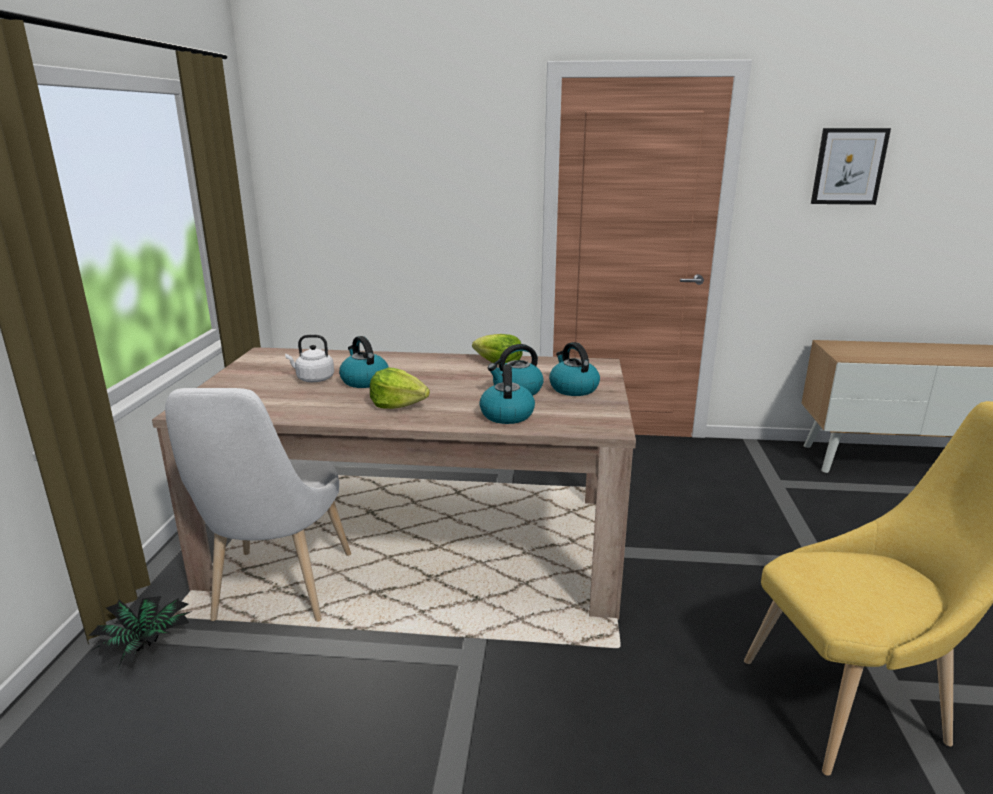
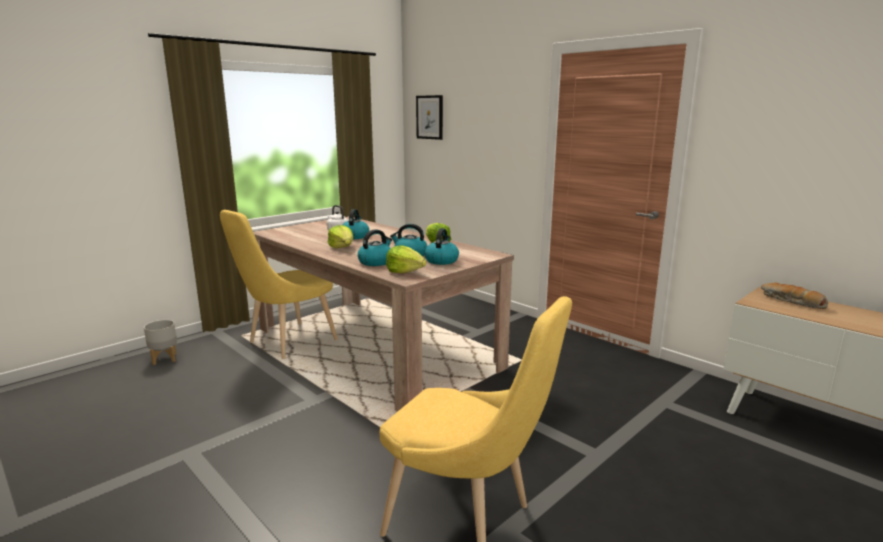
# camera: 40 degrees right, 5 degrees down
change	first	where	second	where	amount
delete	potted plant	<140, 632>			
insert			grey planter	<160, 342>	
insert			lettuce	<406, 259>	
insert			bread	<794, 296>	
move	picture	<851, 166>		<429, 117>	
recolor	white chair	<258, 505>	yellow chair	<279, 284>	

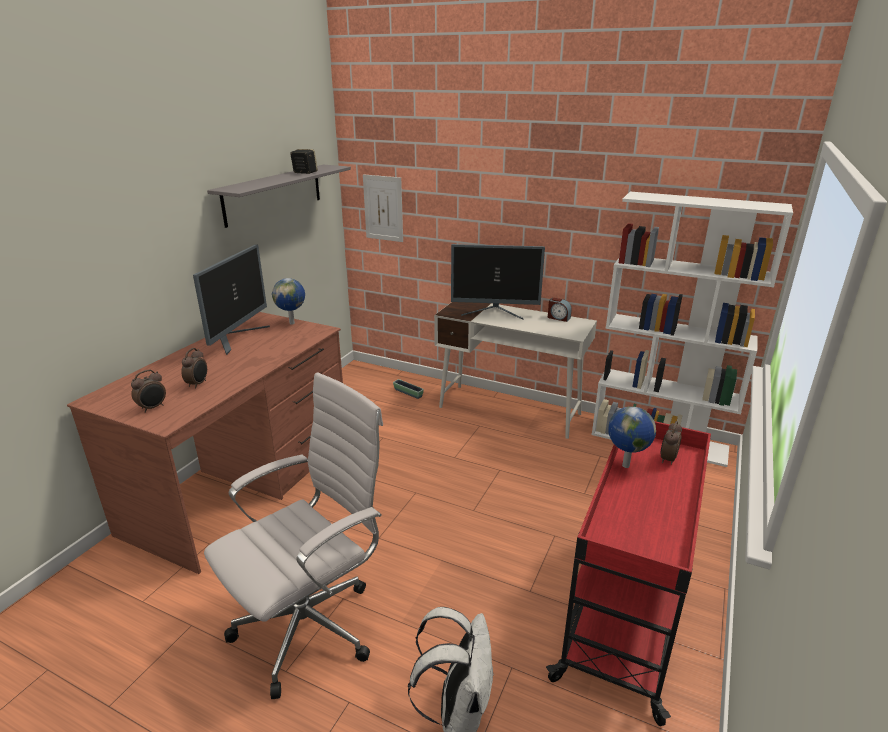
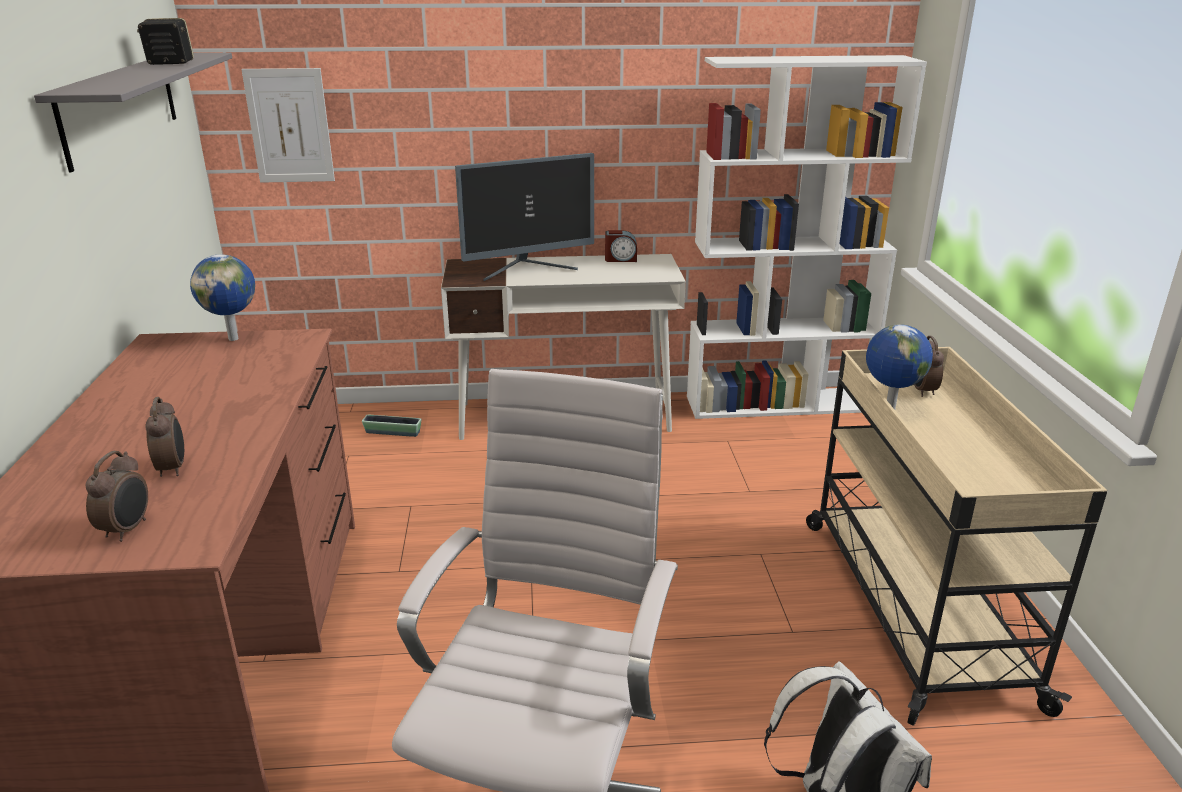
# camera: 30 degrees left, 0 degrees up
change	first	where	second	where	amount
delete	monitor	<231, 299>			
recolor	red cart	<628, 573>	beige cart	<956, 536>	

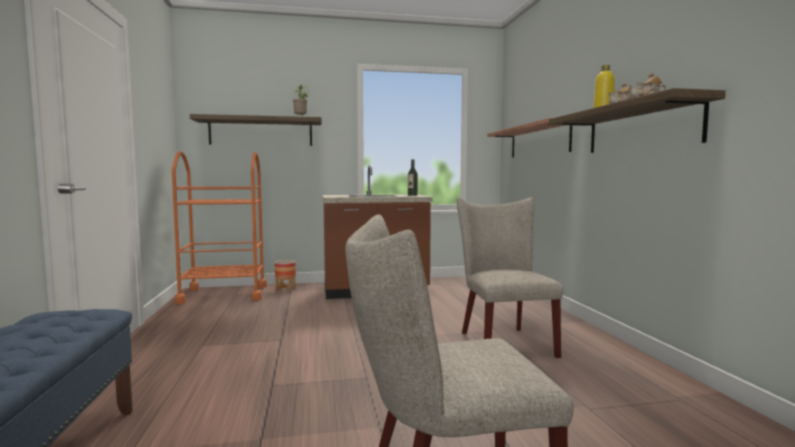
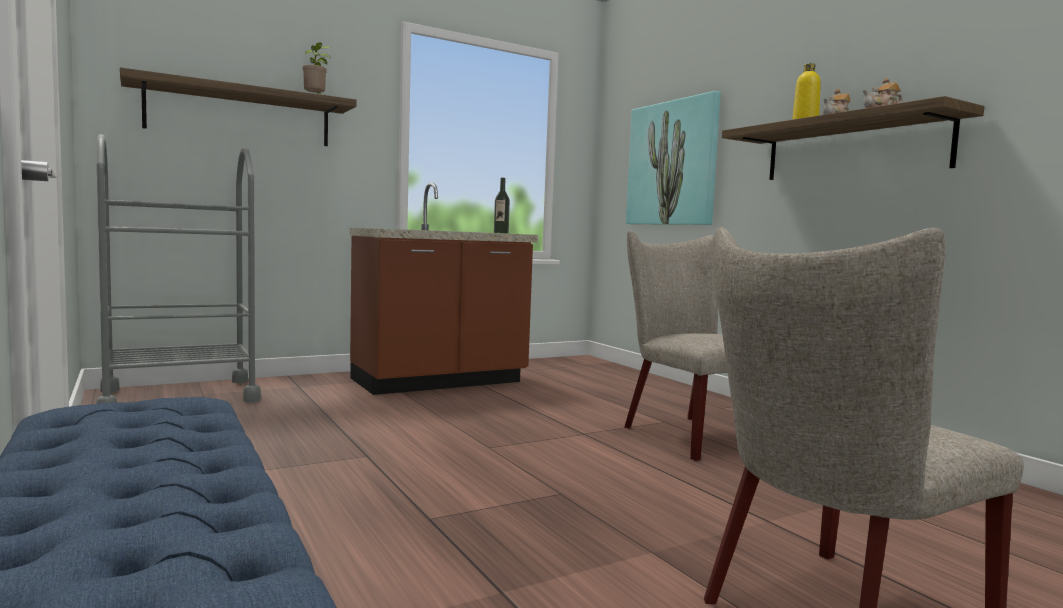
# camera: 20 degrees left, 0 degrees up
change	first	where	second	where	amount
delete	planter	<285, 275>			
replace	shelf	<529, 138>	picture	<673, 158>	
recolor	orange cart	<219, 227>	grey cart	<178, 269>	

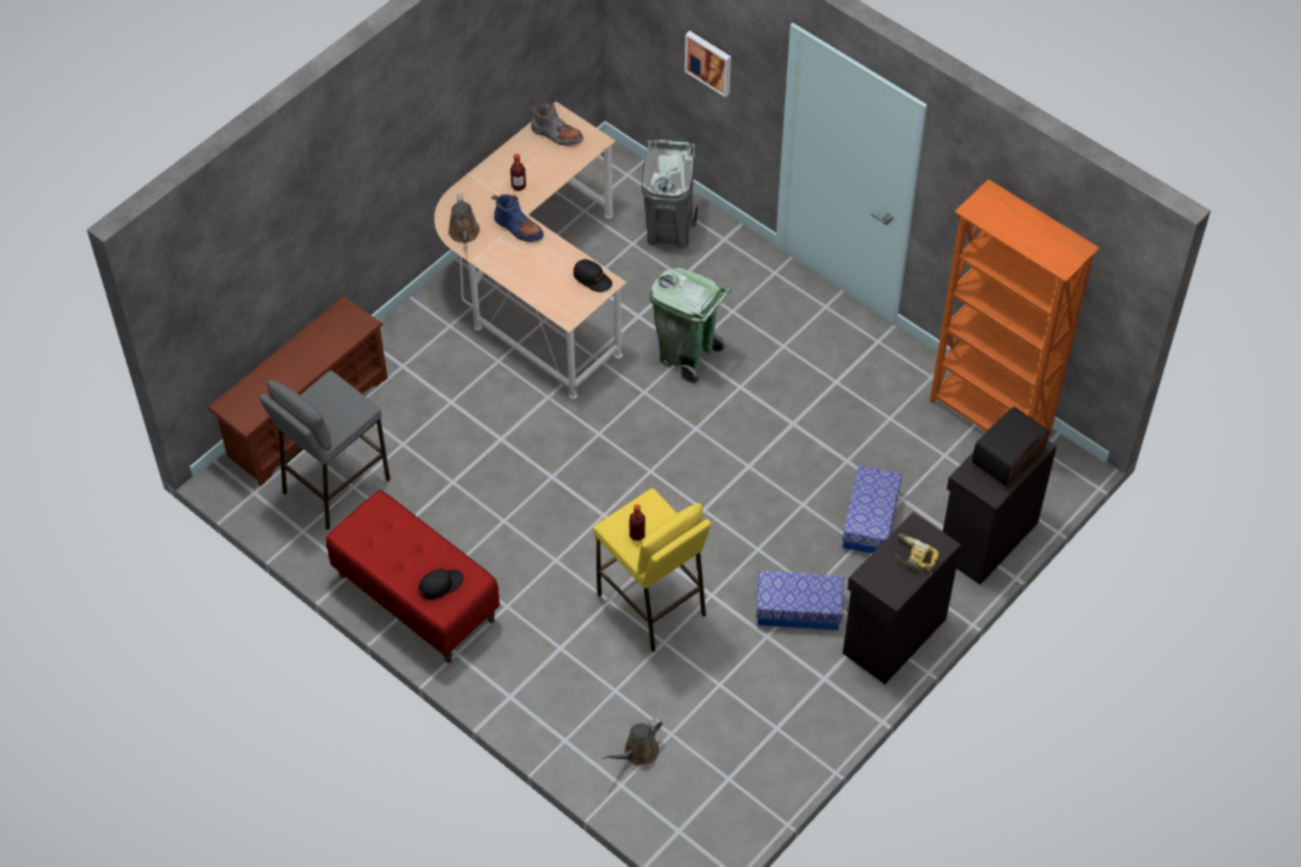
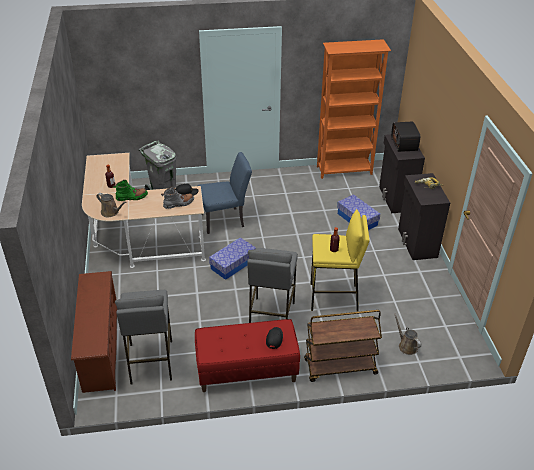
# camera: 50 degrees left, 15 degrees down
change	first	where	second	where	amount
delete	picture	<708, 64>			
insert			grey stool	<272, 285>	
insert			brown cart	<343, 346>	
move	grey boot	<555, 124>		<177, 197>	
move	storage box	<800, 600>		<232, 259>	
replace	green trash can	<691, 326>	blue chair	<224, 193>	
recolor	blue boot	<518, 218>	green boot	<130, 190>	
rotate	brown watering can	<632, 741>		<407, 334>	150 degrees clockwise

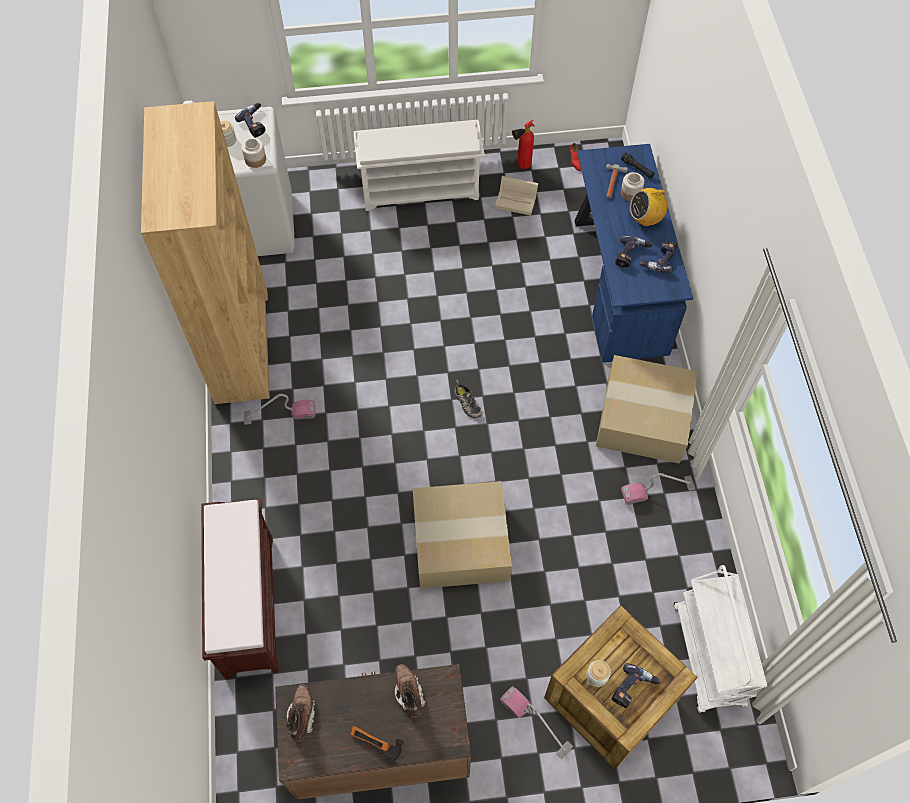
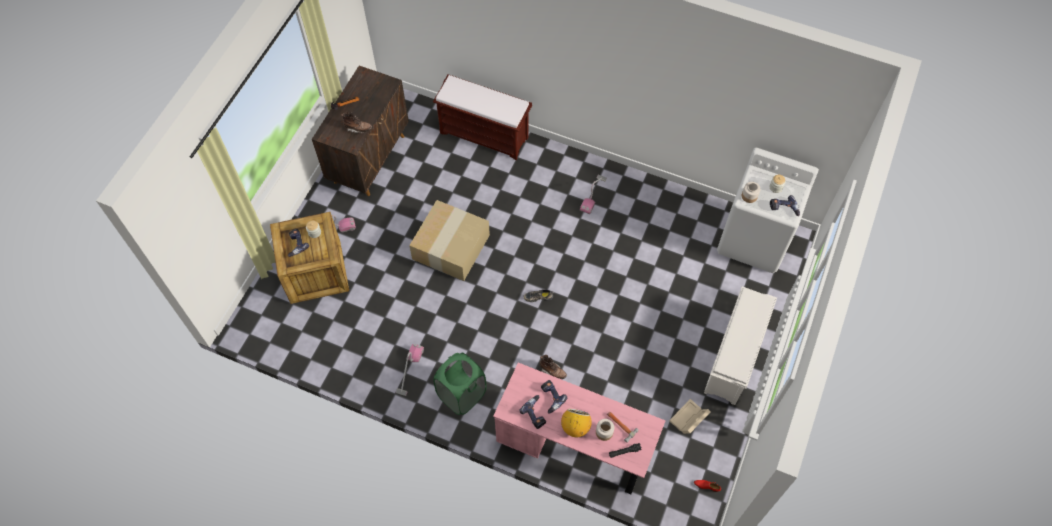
# camera: 120 degrees right, 0 degrees up
change	first	where	second	where	amount
delete	brown bookcase	<205, 252>			
delete	fire extinguisher	<523, 144>			
delete	white cart	<720, 639>			
move	brown boot	<300, 713>		<553, 367>	
replace	cardboard box	<647, 409>	green laundry basket	<460, 384>	
recolor	blue desk	<633, 253>	pink desk	<579, 428>	

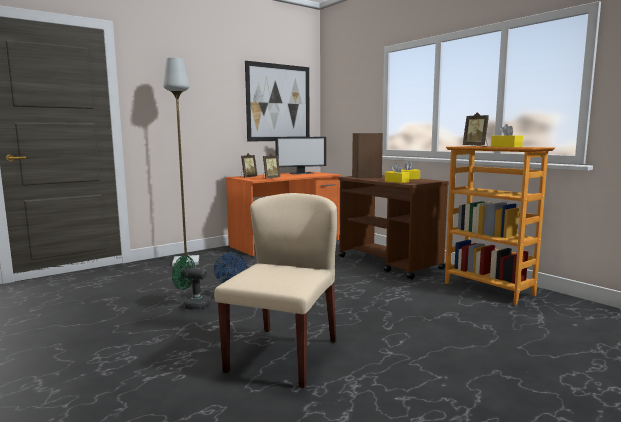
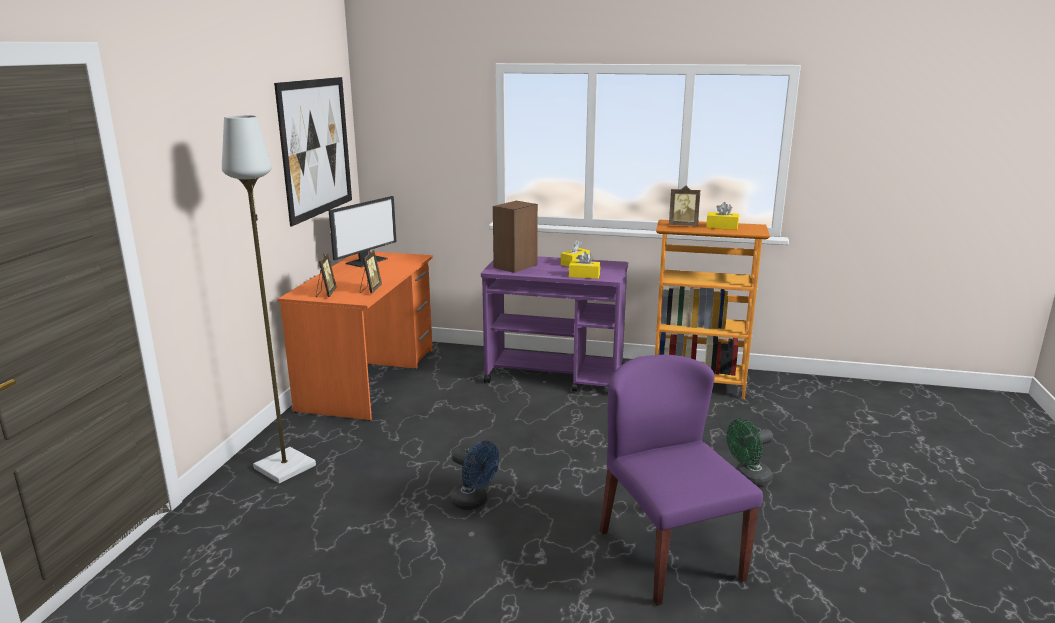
# camera: 40 degrees left, 10 degrees up
change	first	where	second	where	amount
move	green fan	<191, 282>		<750, 452>	
recolor	beige chair	<275, 290>	purple chair	<681, 480>	
recolor	brown cart	<394, 227>	purple cart	<554, 324>	

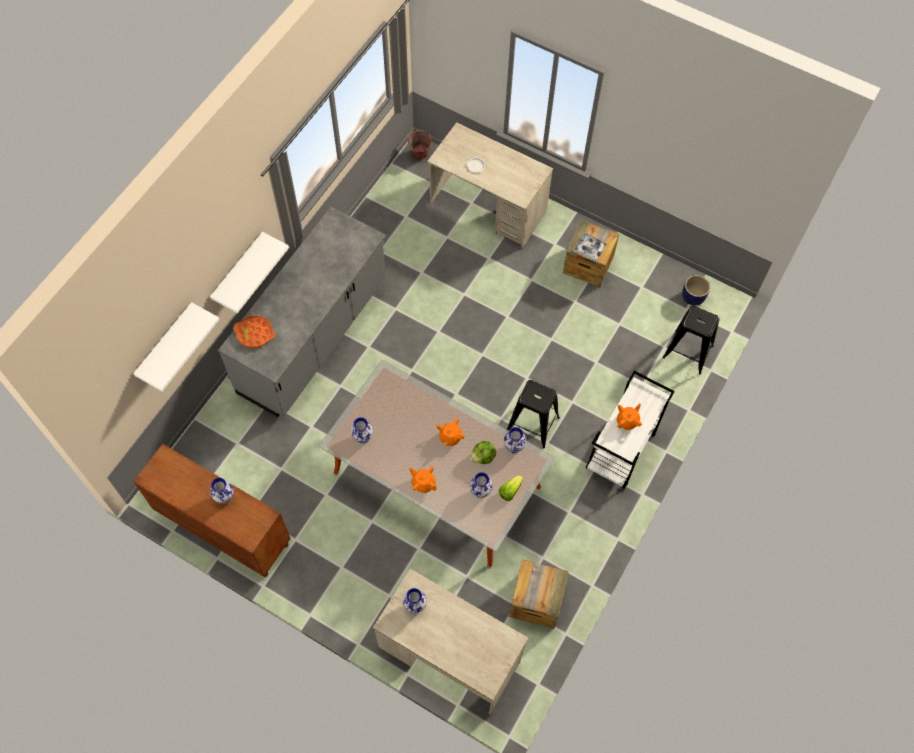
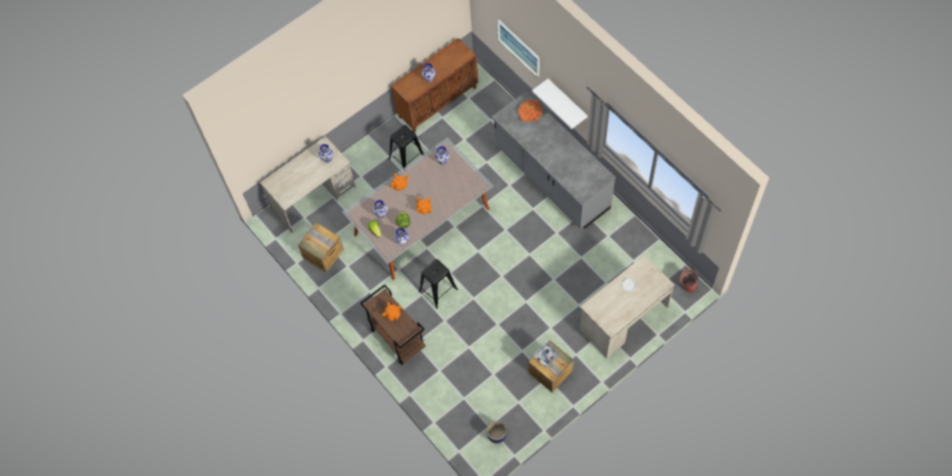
# camera: 115 degrees right, 0 degrees up
change	first	where	second	where	amount
move	black stool	<691, 340>		<406, 146>	
replace	white shelf	<176, 347>	picture	<518, 48>	
recolor	white cart	<630, 430>	brown cart	<393, 324>	

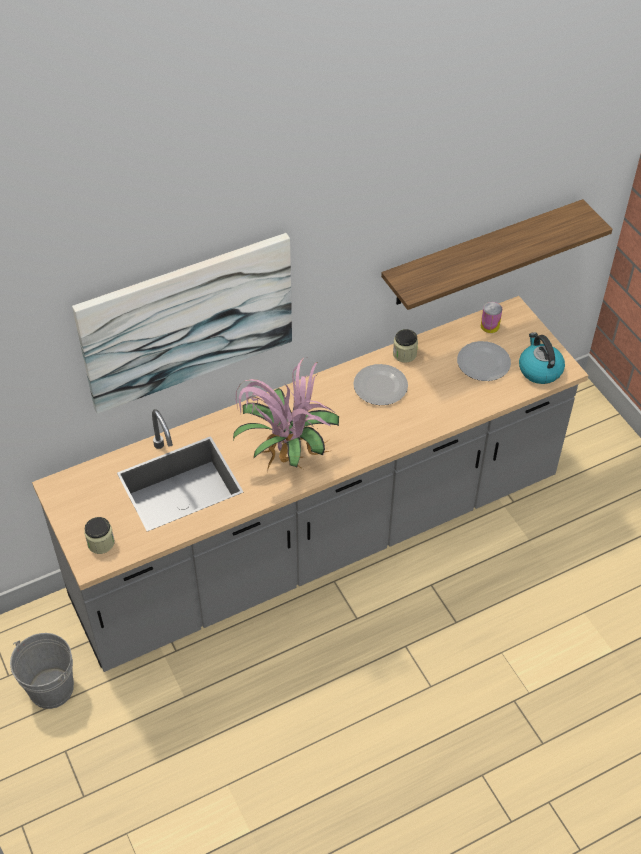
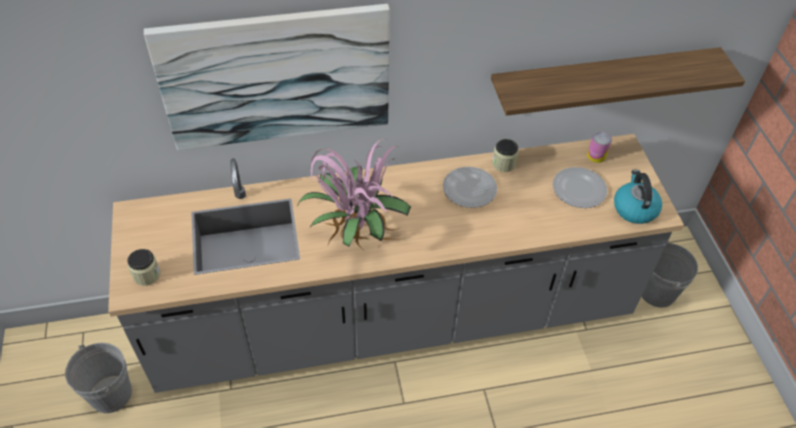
# camera: 15 degrees right, 0 degrees up
change	first	where	second	where	amount
insert			grey bucket	<670, 273>	

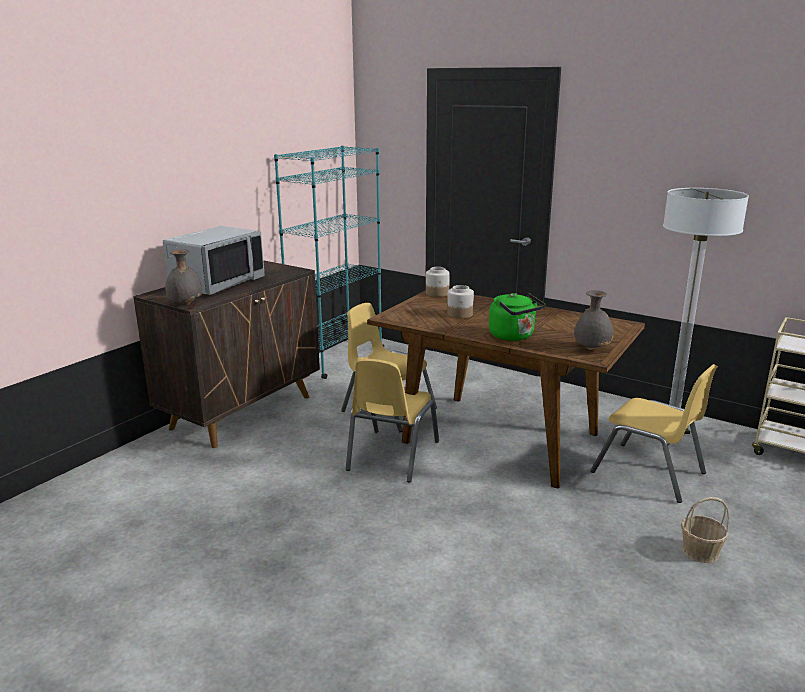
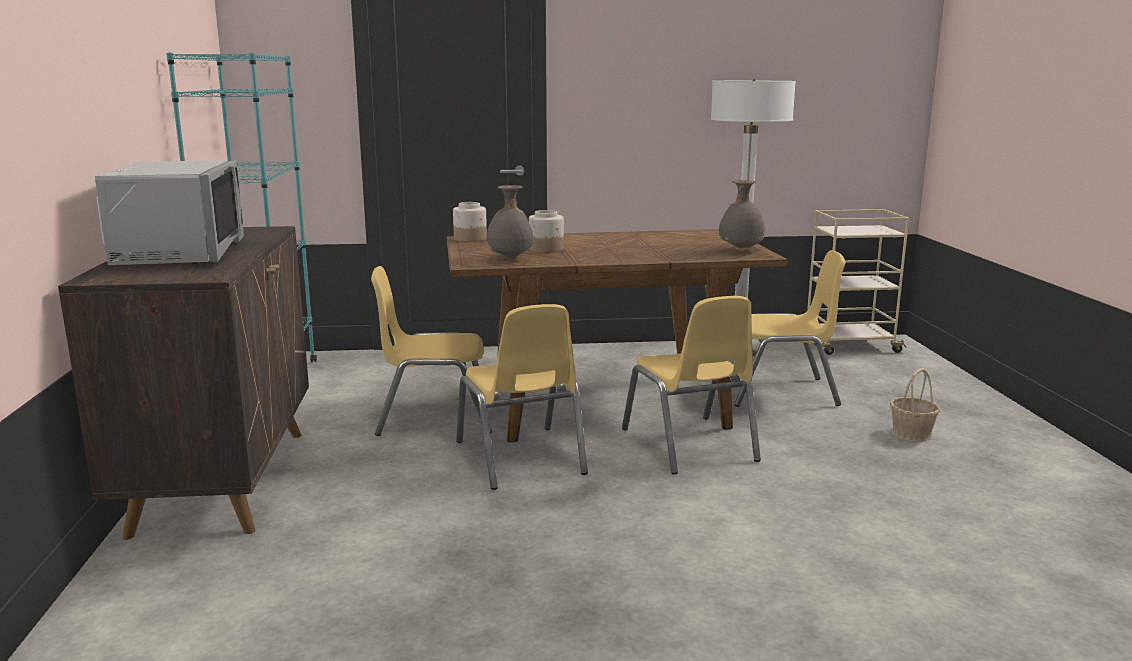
# camera: 40 degrees left, 5 degrees down
change	first	where	second	where	amount
delete	green kettle	<517, 317>			
insert			yellow chair	<691, 385>	
move	grey vase	<183, 277>		<510, 222>	

